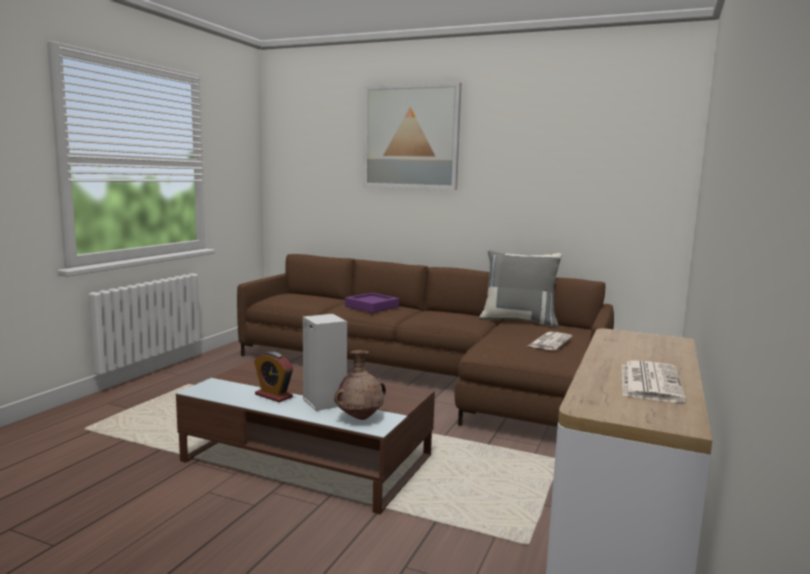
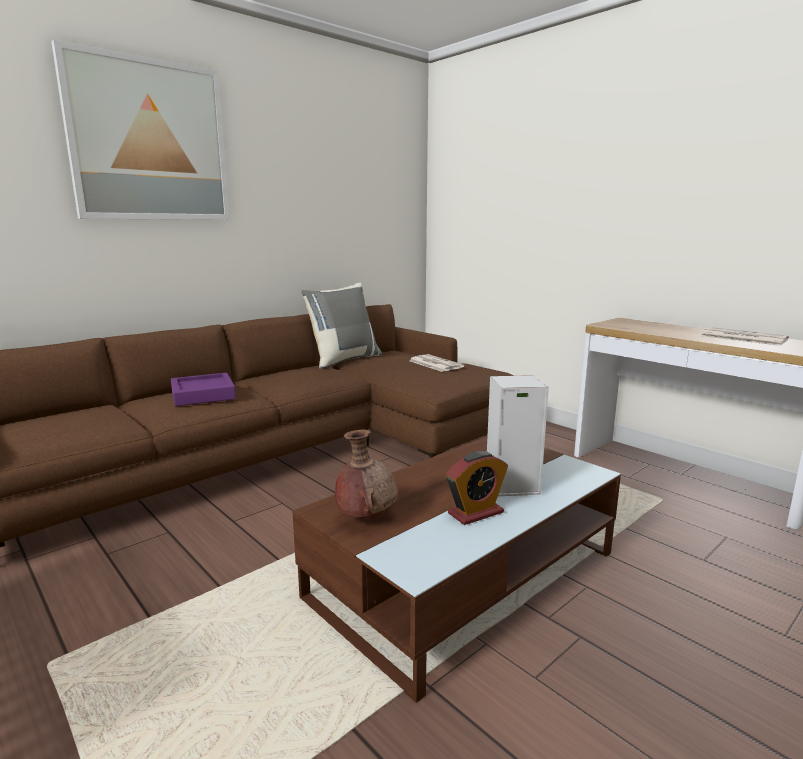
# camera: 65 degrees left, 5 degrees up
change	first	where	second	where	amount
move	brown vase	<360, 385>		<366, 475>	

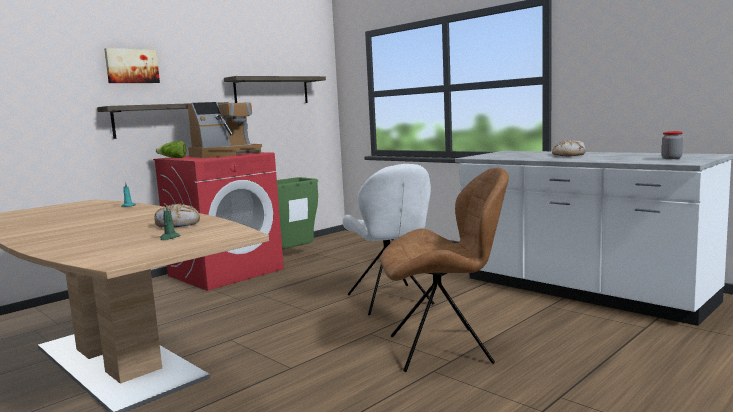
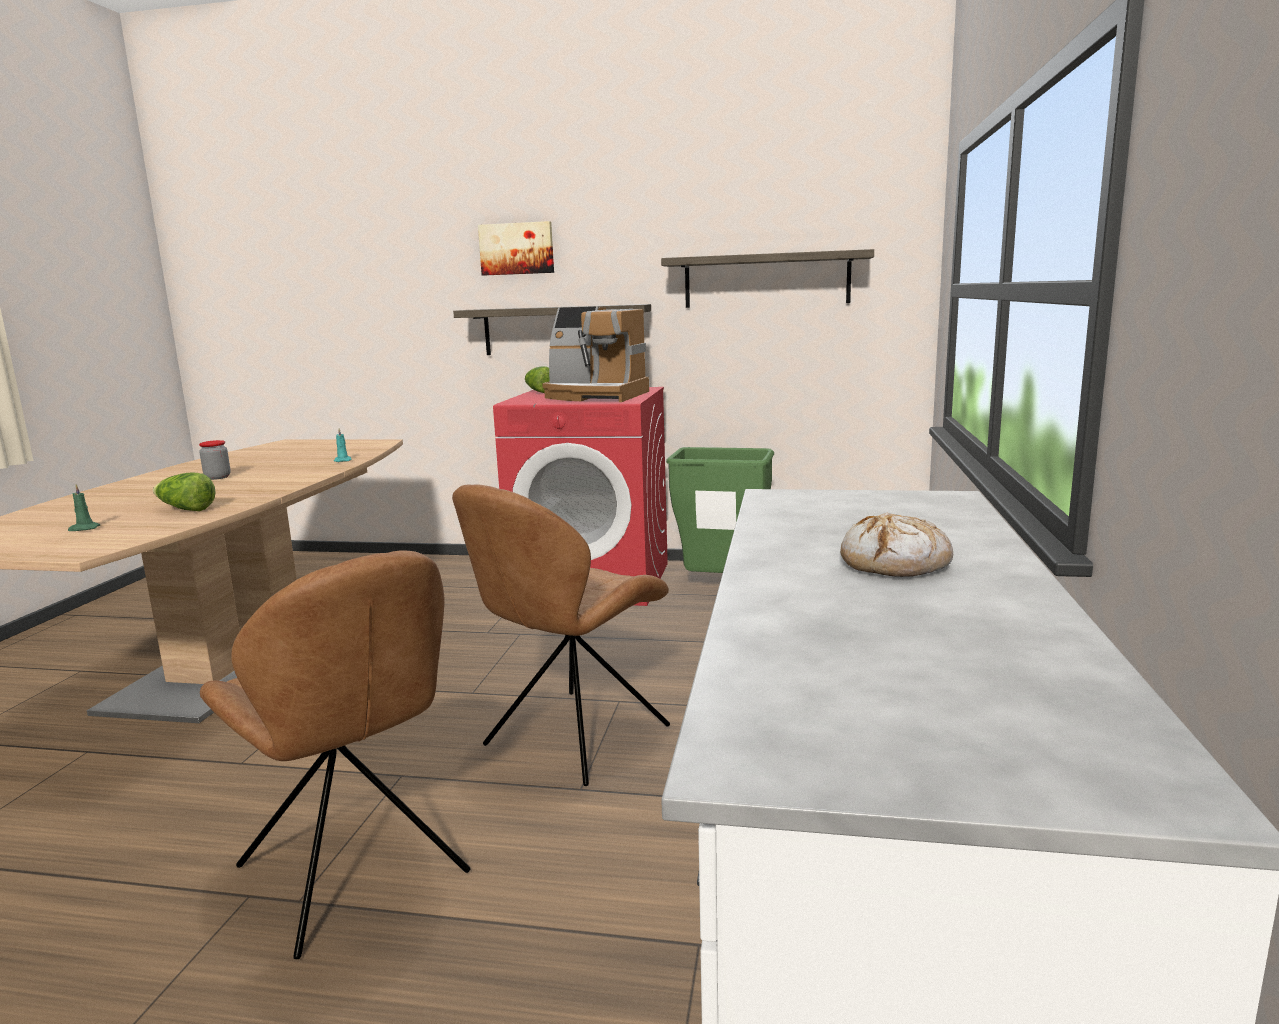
# camera: 55 degrees right, 5 degrees up
change	first	where	second	where	amount
move	jar	<672, 145>		<215, 460>	
replace	bread	<177, 215>	lettuce	<184, 492>	
recolor	white chair	<388, 239>	brown chair	<561, 635>	

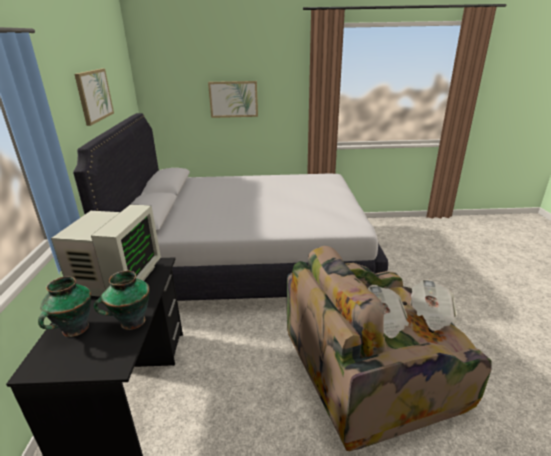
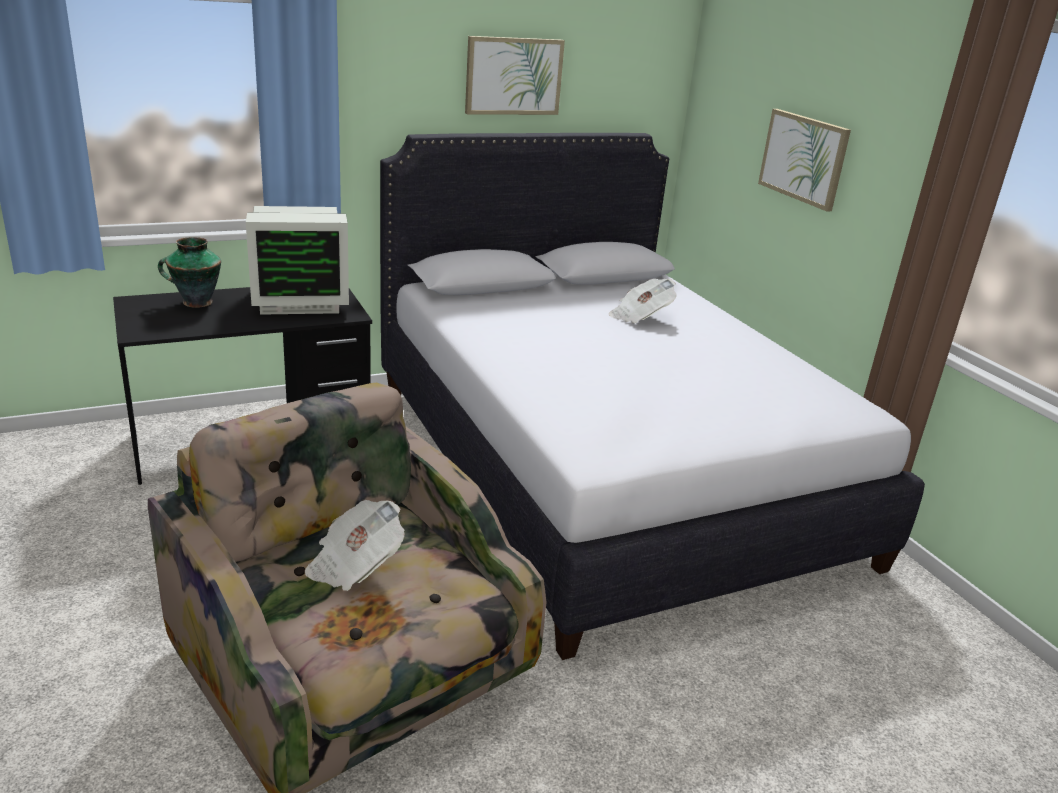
# camera: 65 degrees right, 0 degrees up
change	first	where	second	where	amount
delete	vase	<122, 300>			
move	newspaper	<434, 305>		<643, 301>	

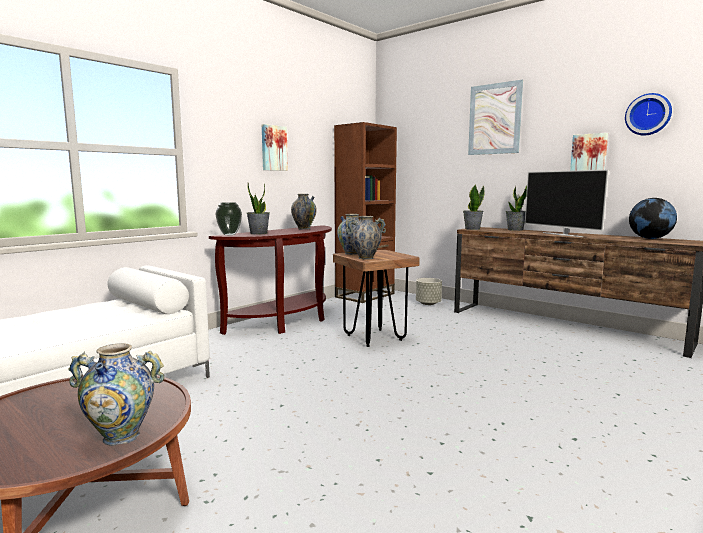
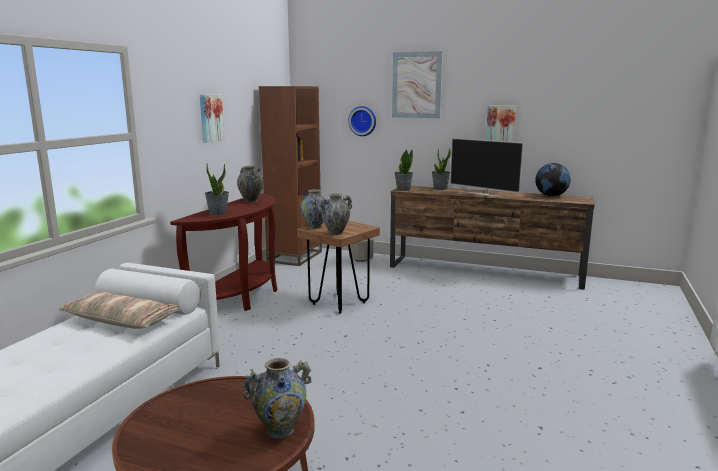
# camera: 20 degrees left, 5 degrees up
change	first	where	second	where	amount
delete	vase	<228, 218>			
insert			pillow	<119, 310>	
move	wall clock	<648, 114>		<362, 121>	

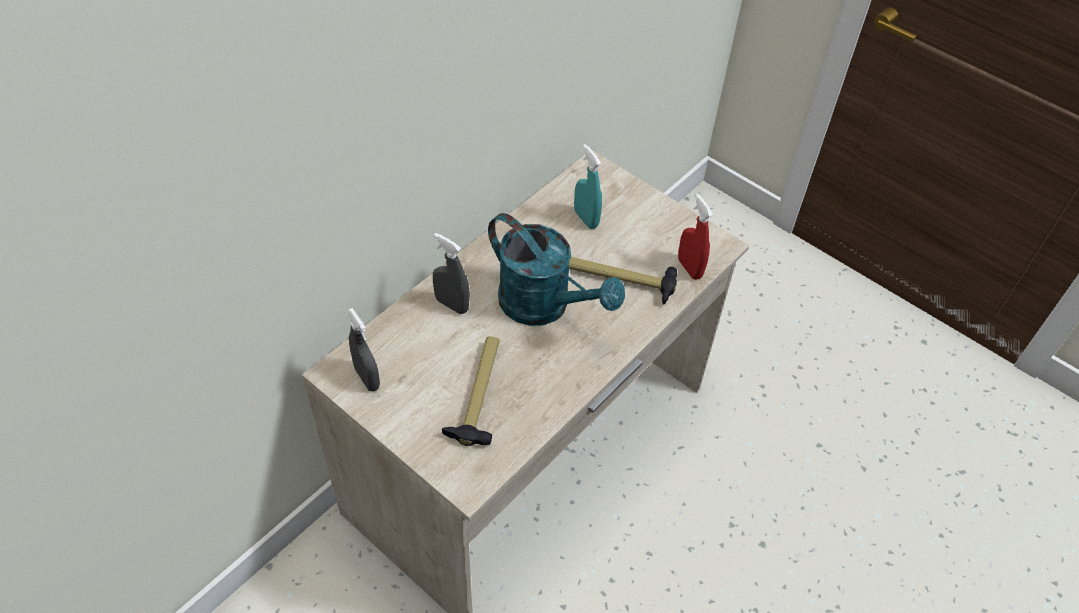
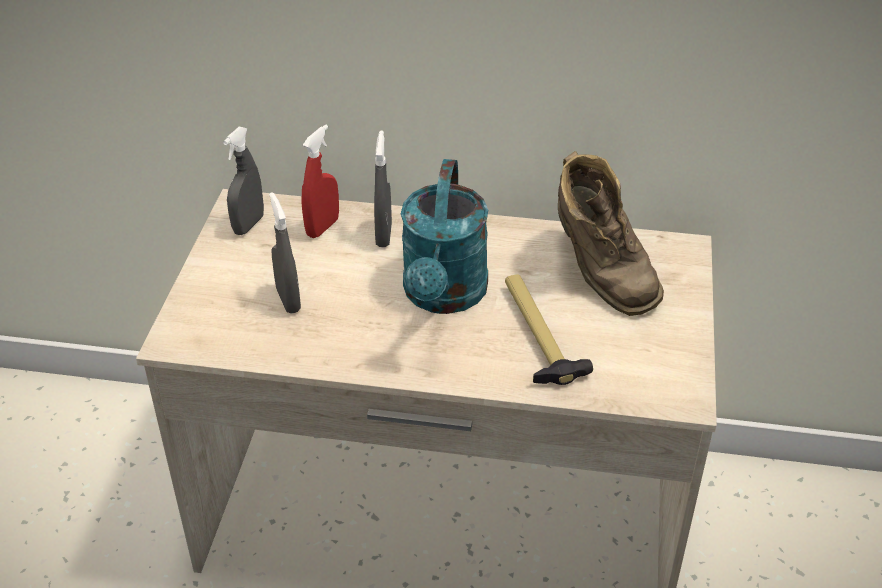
# camera: 60 degrees right, 10 degrees down
change	first	where	second	where	amount
move	red spray bottle	<695, 236>		<320, 181>	
replace	hammer	<470, 391>	grey spray bottle	<285, 252>	
replace	turquoise spray bottle	<588, 186>	brown boot	<611, 233>	

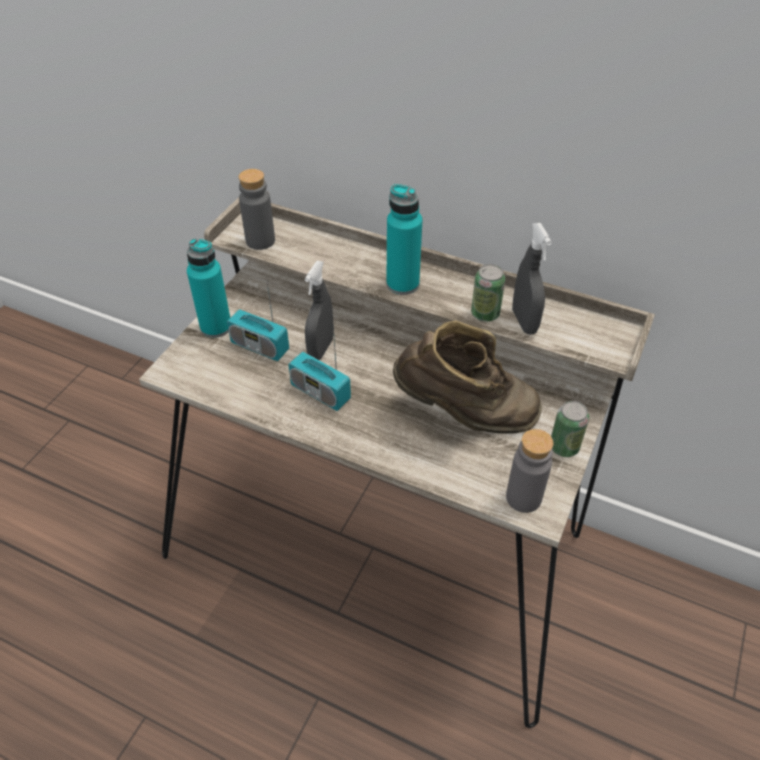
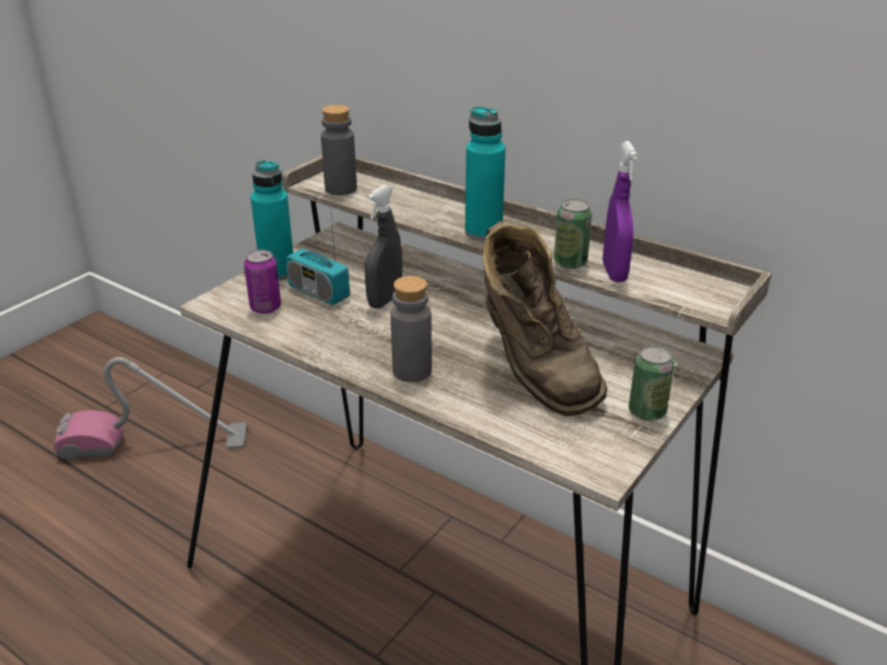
# camera: 10 degrees right, 15 degrees down
change	first	where	second	where	amount
delete	radio	<319, 367>			
insert			vacuum cleaner	<150, 408>	
insert			can	<262, 282>	
move	grey bottle	<530, 471>		<411, 329>	
recolor	grey spray bottle	<532, 278>	purple spray bottle	<620, 211>	
rotate	brown boot	<467, 377>		<544, 318>	45 degrees clockwise

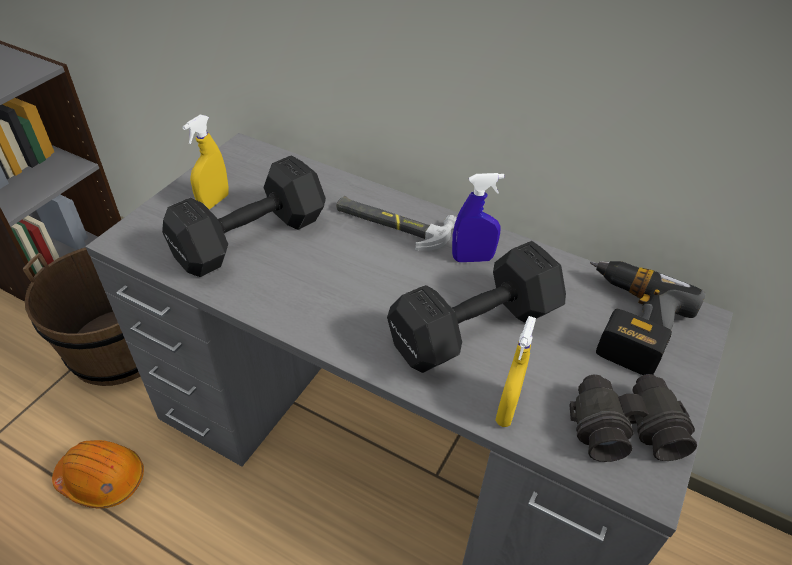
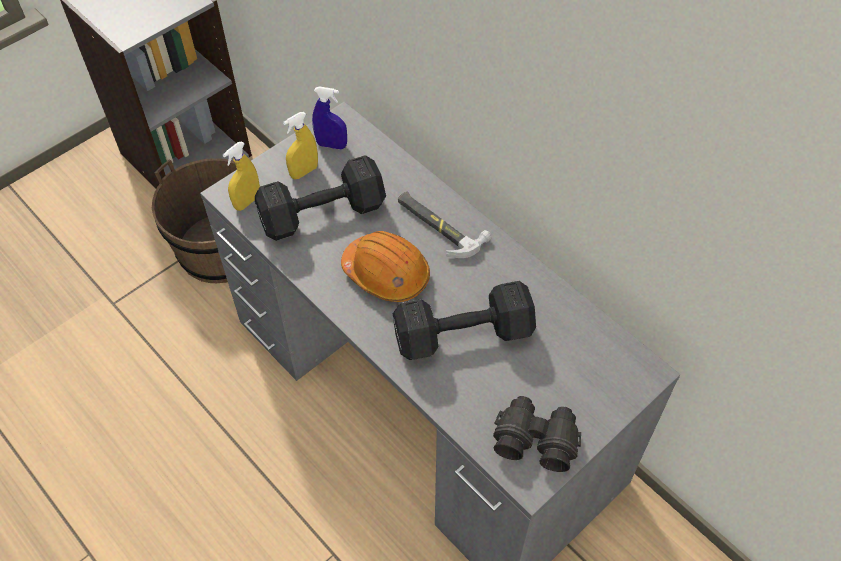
# camera: 20 degrees right, 10 degrees up
change	first	where	second	where	amount
delete	power drill	<648, 318>			
move	orange hard hat	<98, 474>		<385, 266>	
move	blue spray bottle	<478, 217>		<329, 117>	
move	yellow spray bottle	<515, 371>		<241, 176>	

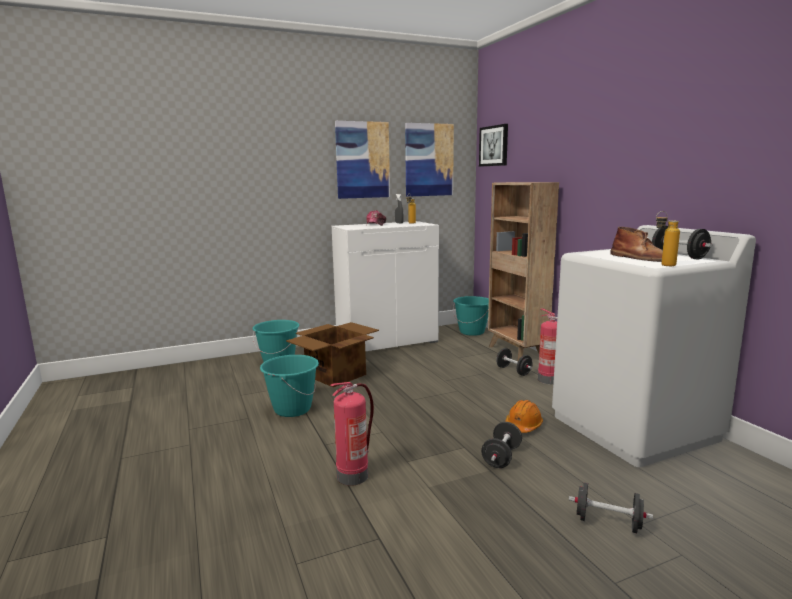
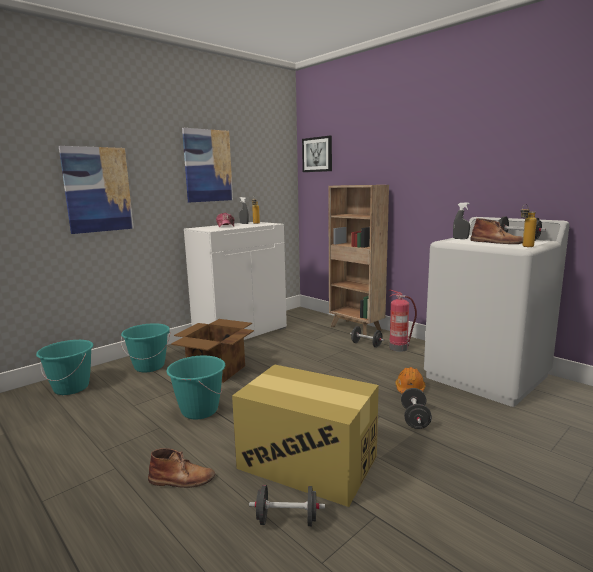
# camera: 20 degrees left, 0 degrees up
change	first	where	second	where	amount
insert			brown boot	<181, 468>	
insert			grey spray bottle	<461, 221>	
move	picture	<429, 160>		<96, 190>	
move	turquoise bucket	<471, 316>		<64, 367>	
move	black dumbbell	<611, 508>		<287, 505>	
replace	fire extinguisher	<352, 434>	cardboard box	<305, 435>	

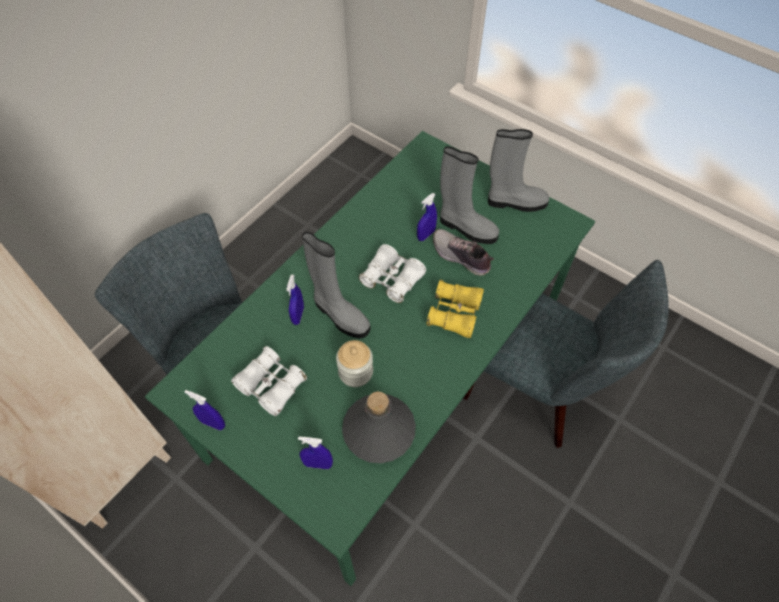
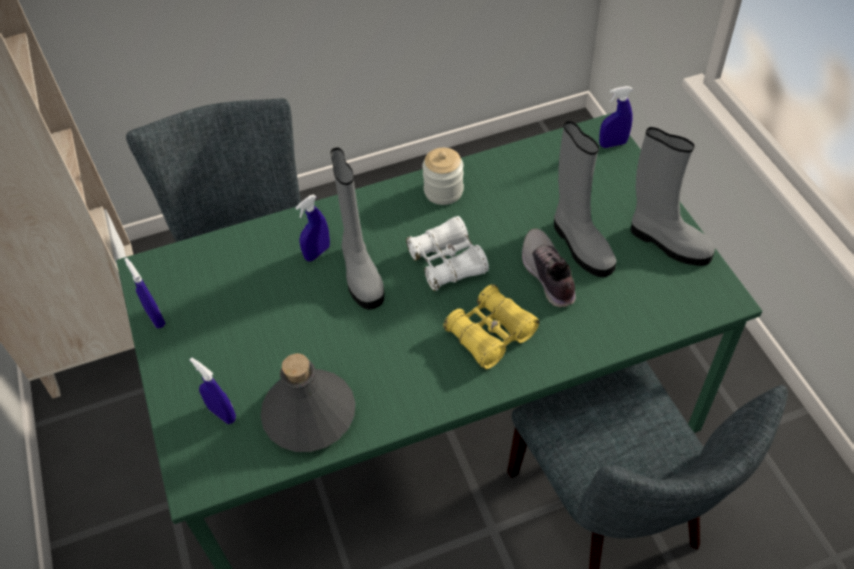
# camera: 35 degrees right, 5 degrees down
change	first	where	second	where	amount
delete	white binoculars	<269, 381>			
move	jar	<354, 363>		<443, 176>	
move	blue spray bottle	<427, 217>		<616, 117>	

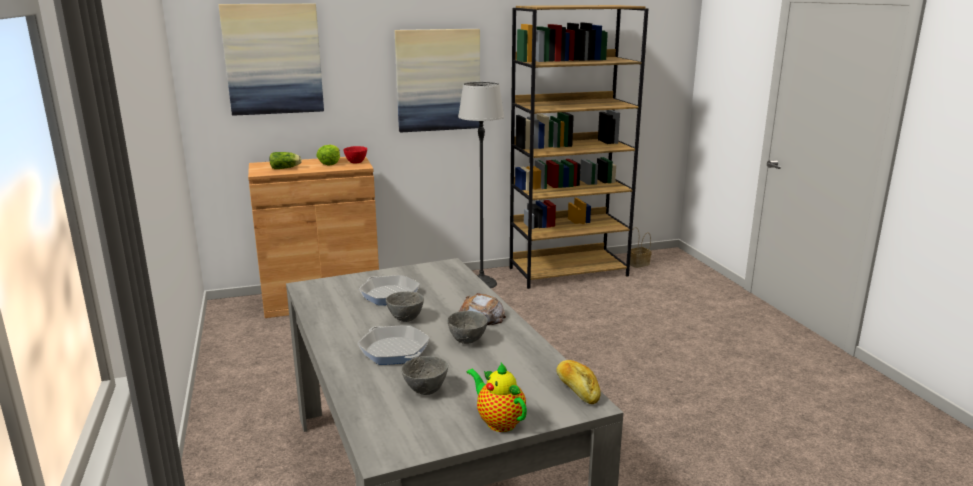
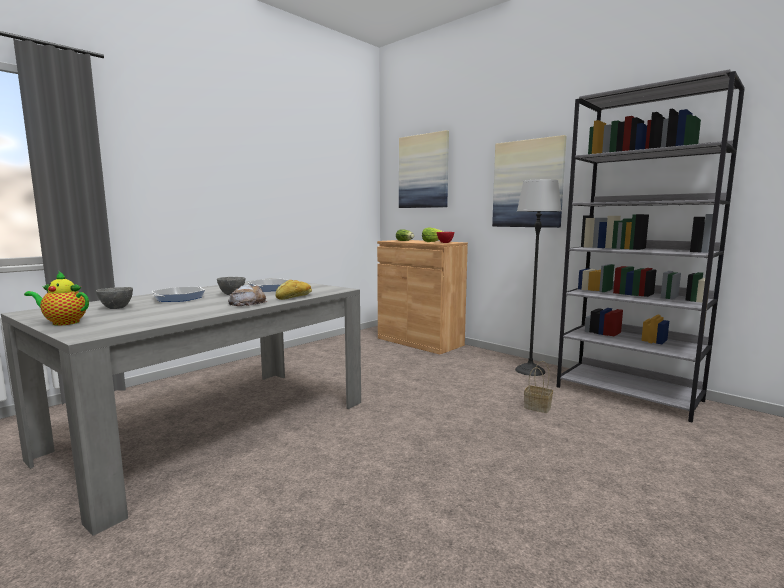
# camera: 60 degrees right, 10 degrees down
change	first	where	second	where	amount
delete	grey bowl	<467, 327>			
move	bread	<578, 382>		<294, 290>	
move	basket	<641, 247>		<538, 387>	
recolor	brown bookcase	<579, 147>	grey bookcase	<650, 246>	
rotate	teapot	<497, 397>		<56, 298>	105 degrees counterclockwise

